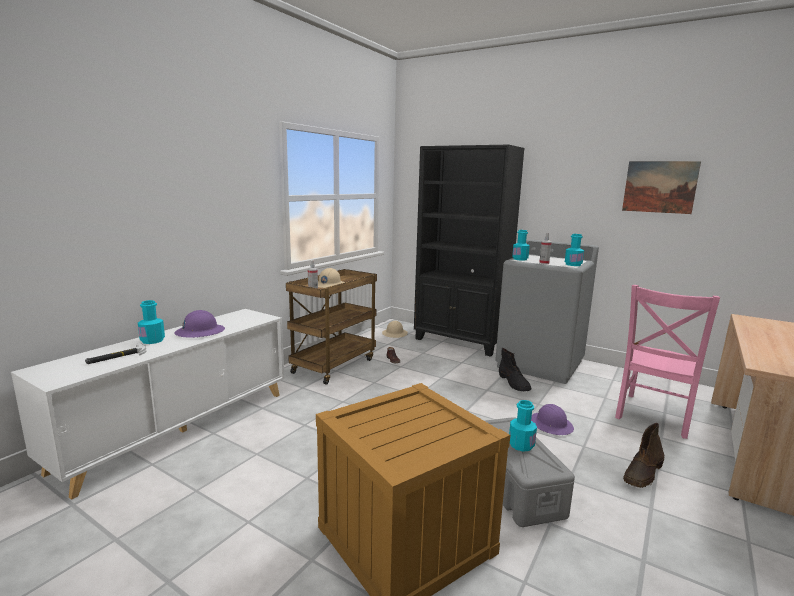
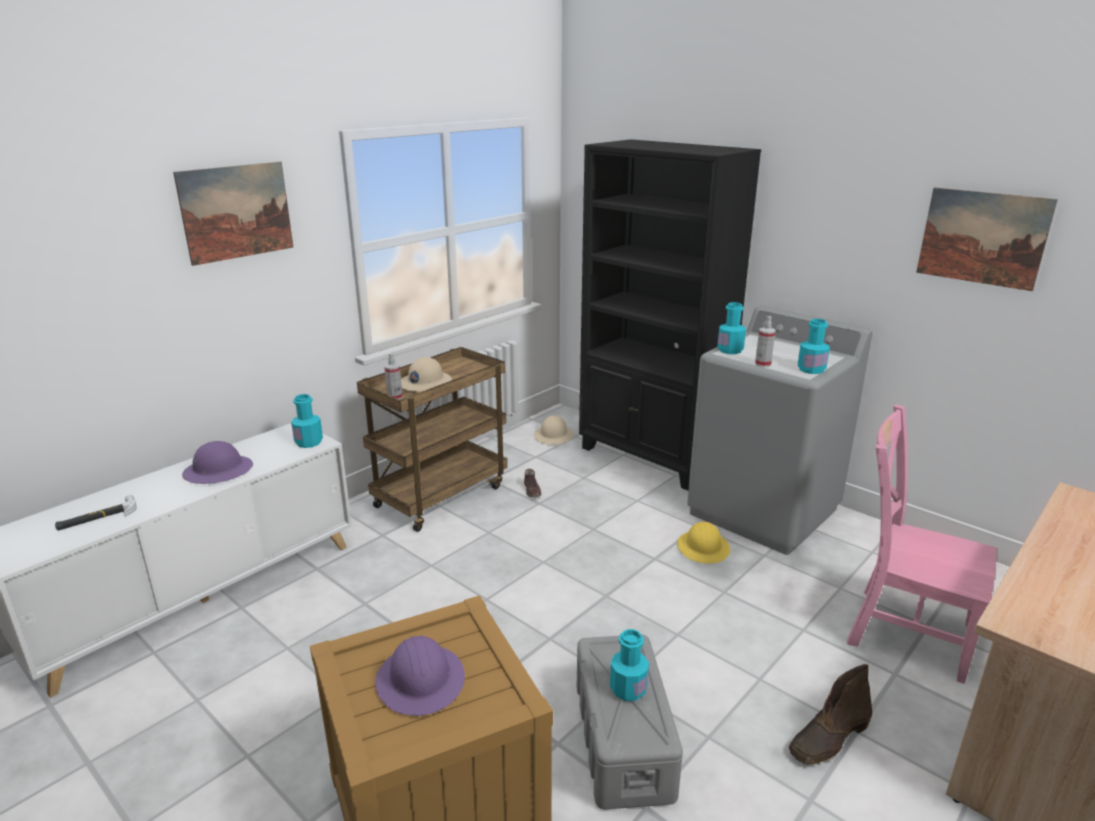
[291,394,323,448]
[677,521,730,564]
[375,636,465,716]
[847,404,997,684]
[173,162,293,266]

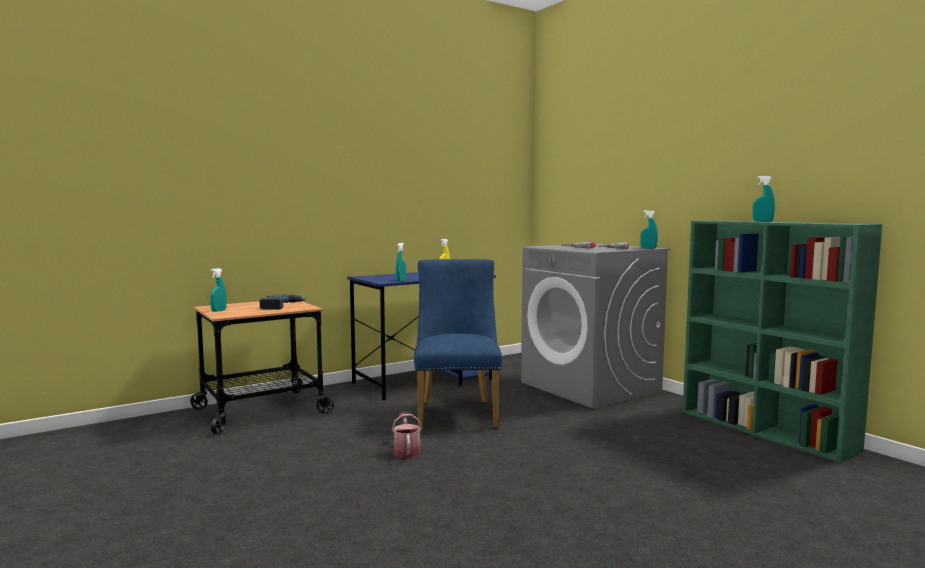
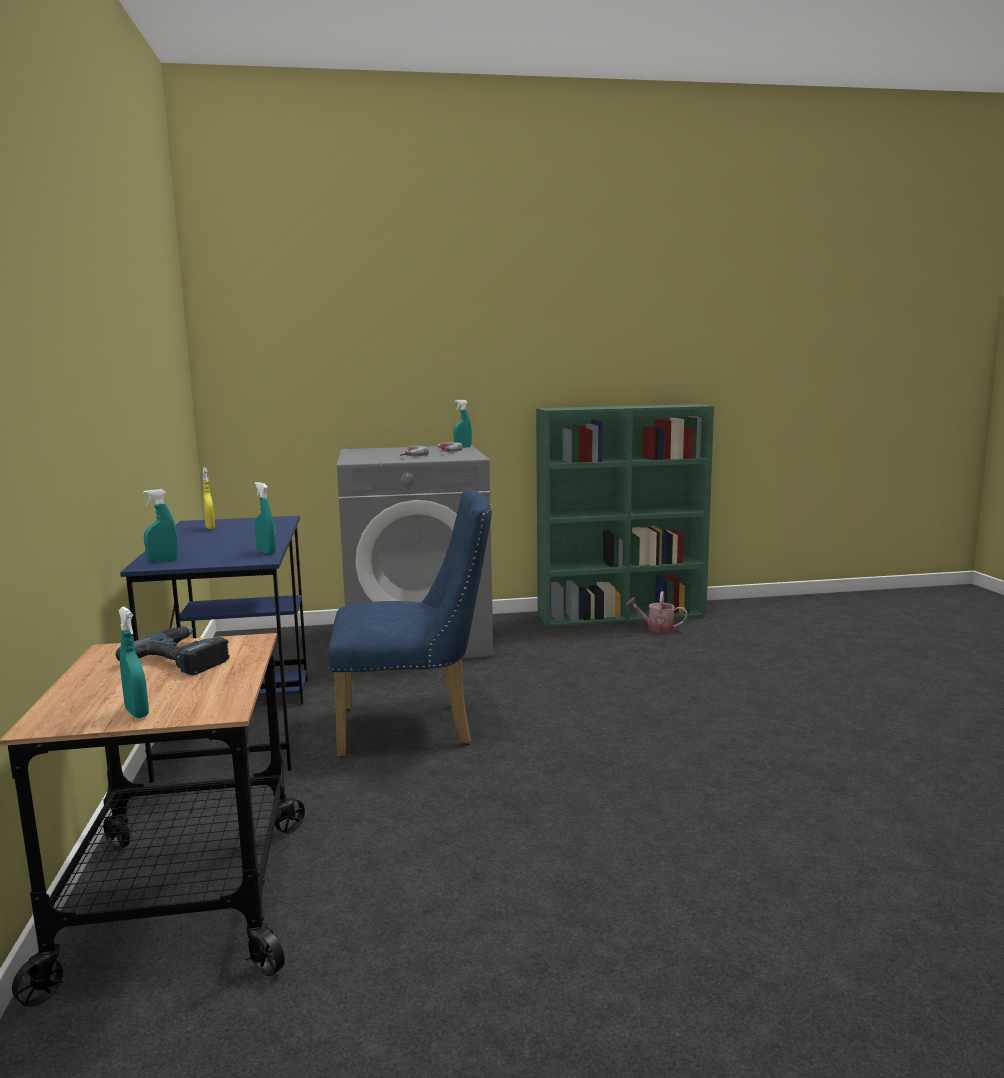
[626,591,688,633]
[328,489,492,757]
[143,489,178,563]

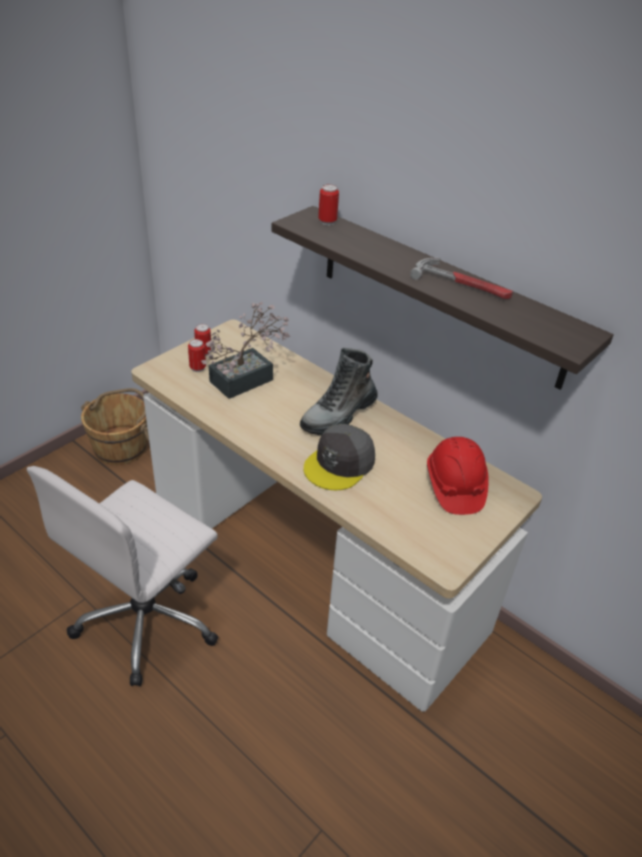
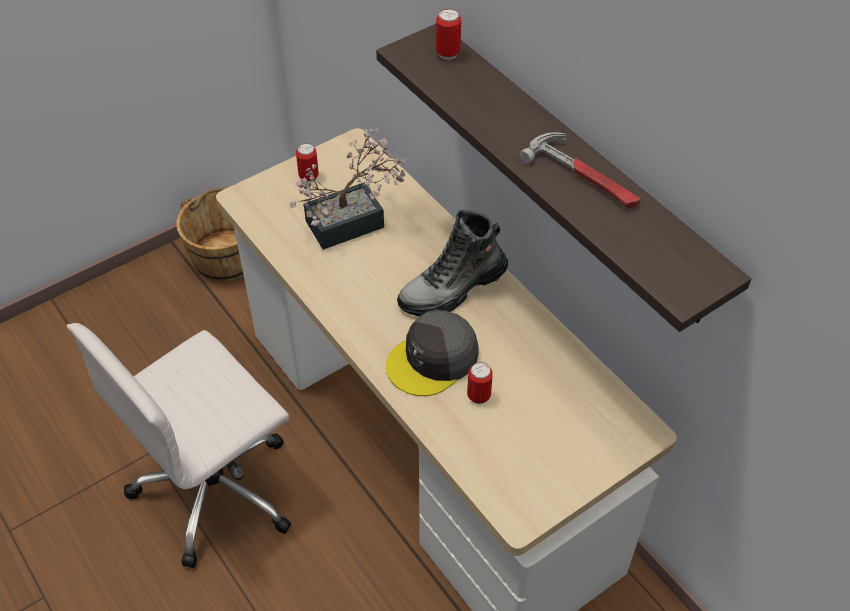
[467,362,493,404]
[427,437,489,515] (first image)

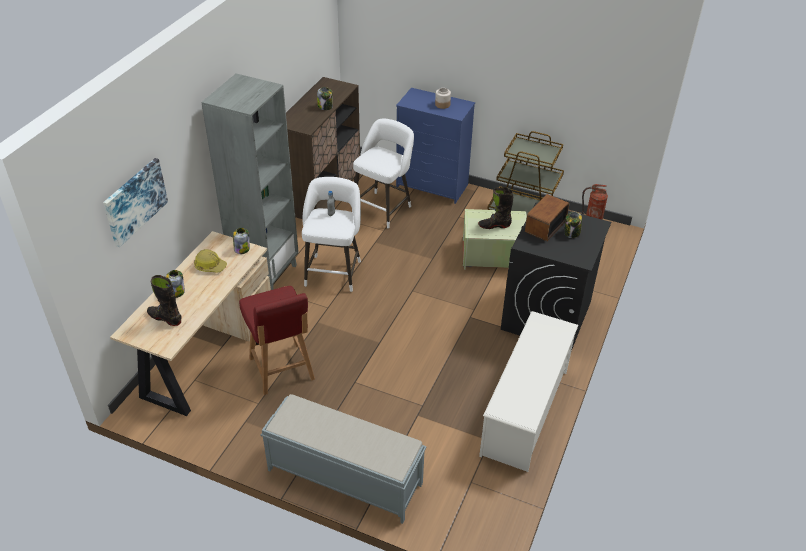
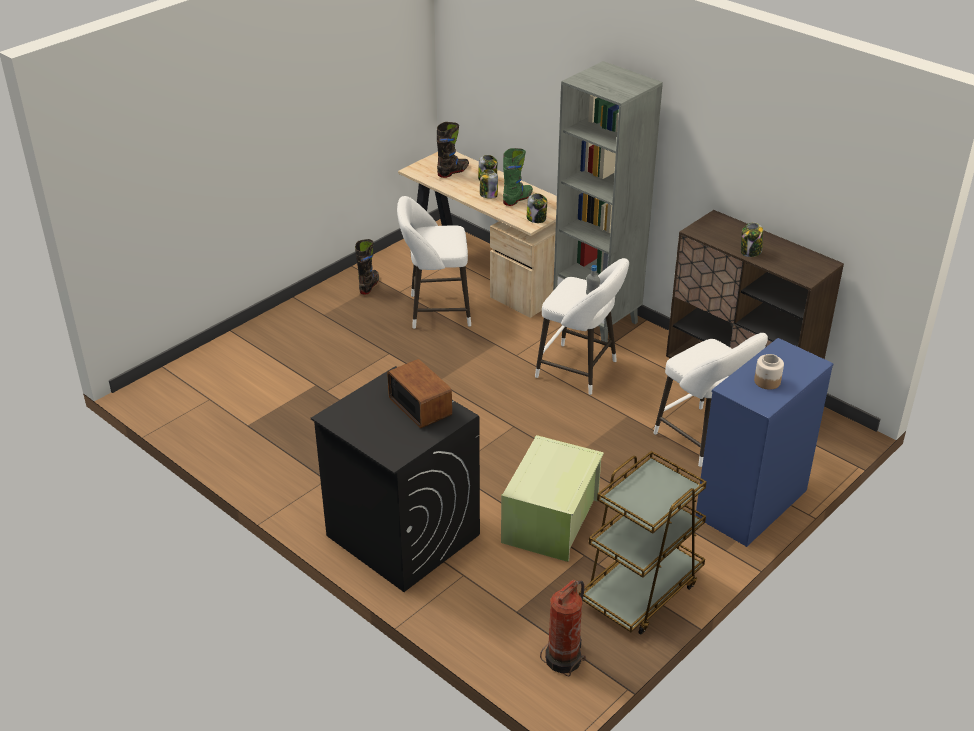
[103,158,168,247] (first image)
[503,148,533,206]
[397,196,471,329]
[261,394,427,524] (first image)
[355,239,379,295]
[479,311,578,472] (first image)
[480,169,498,199]

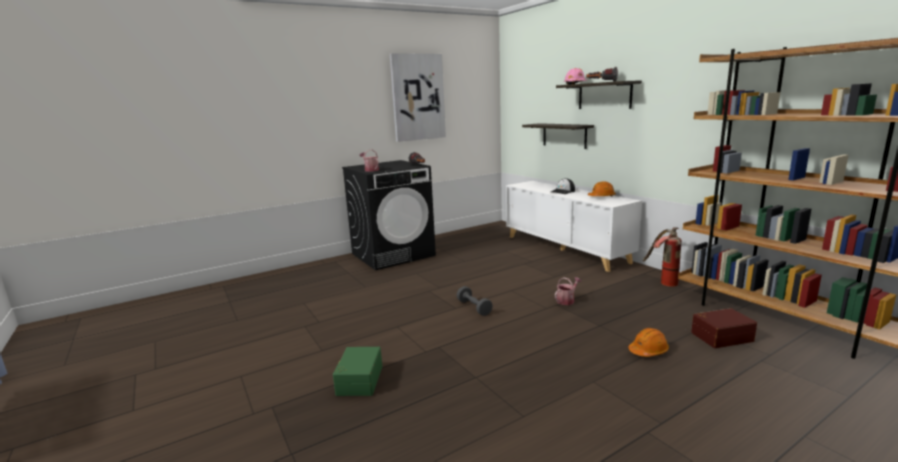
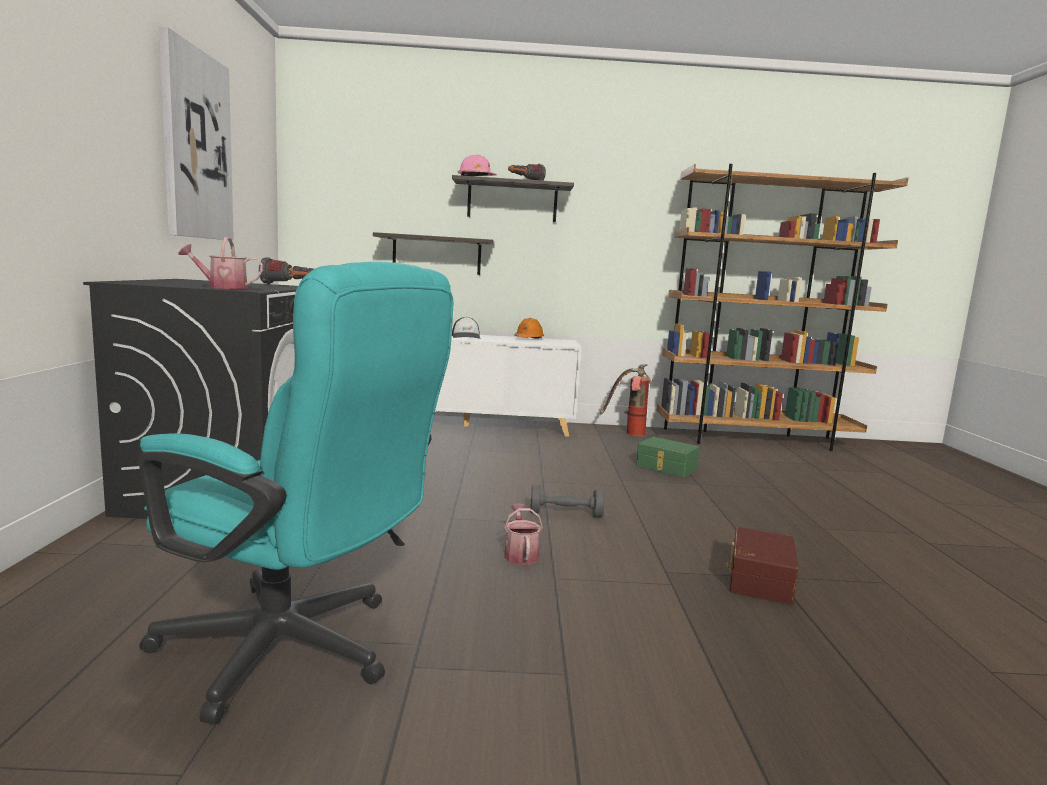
[636,437,700,477]
[504,504,543,565]
[628,328,669,357] (first image)
[726,527,799,605]
[139,262,454,724]

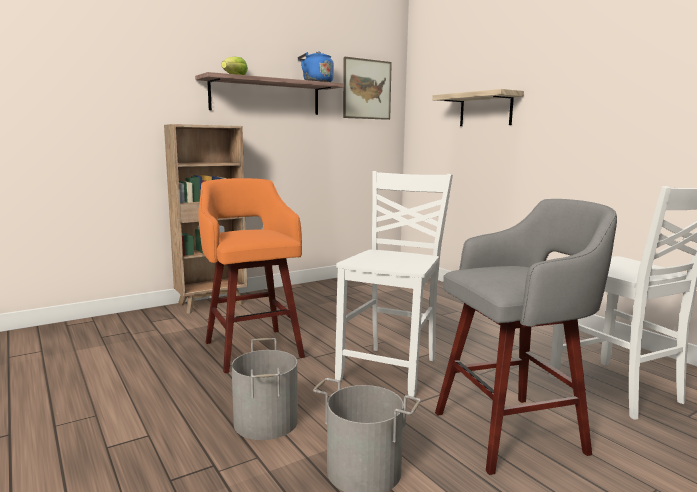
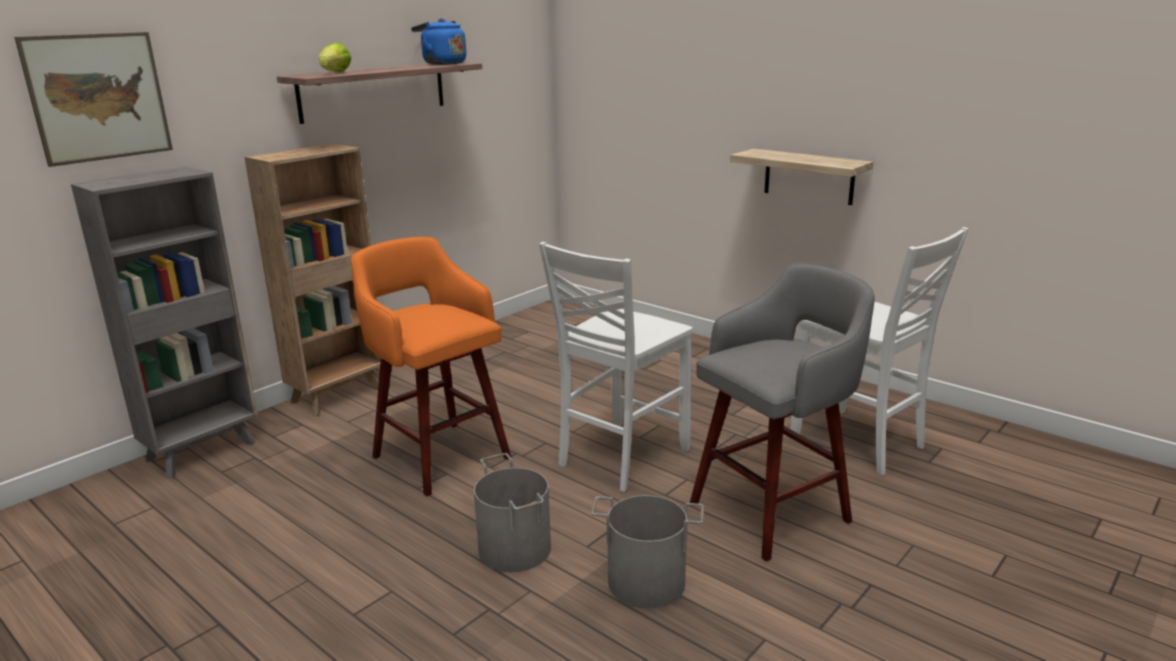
[539,242,693,492]
[14,32,173,167]
[730,149,873,205]
[71,166,258,478]

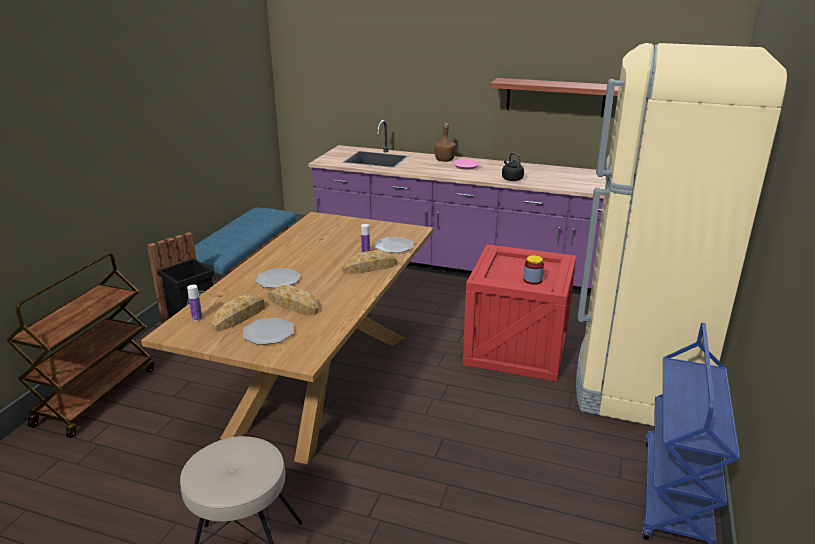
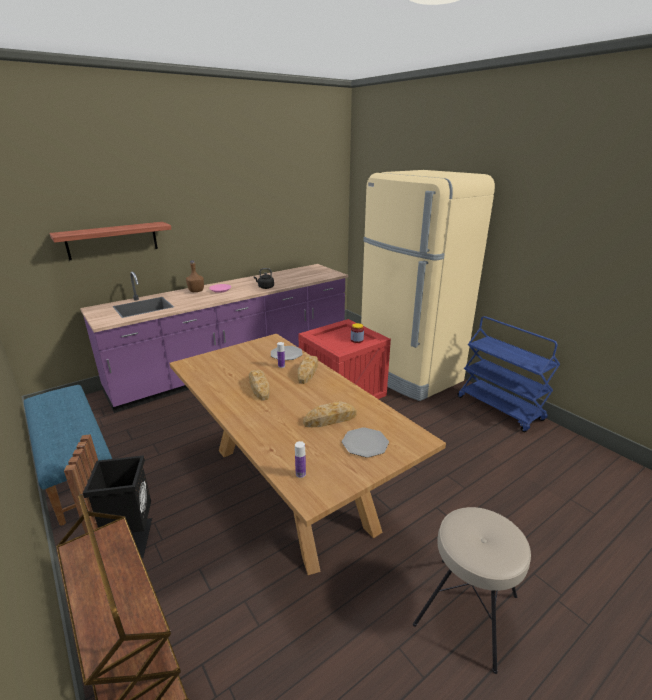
[249,370,270,401]
[255,268,300,288] (first image)
[49,222,171,261]

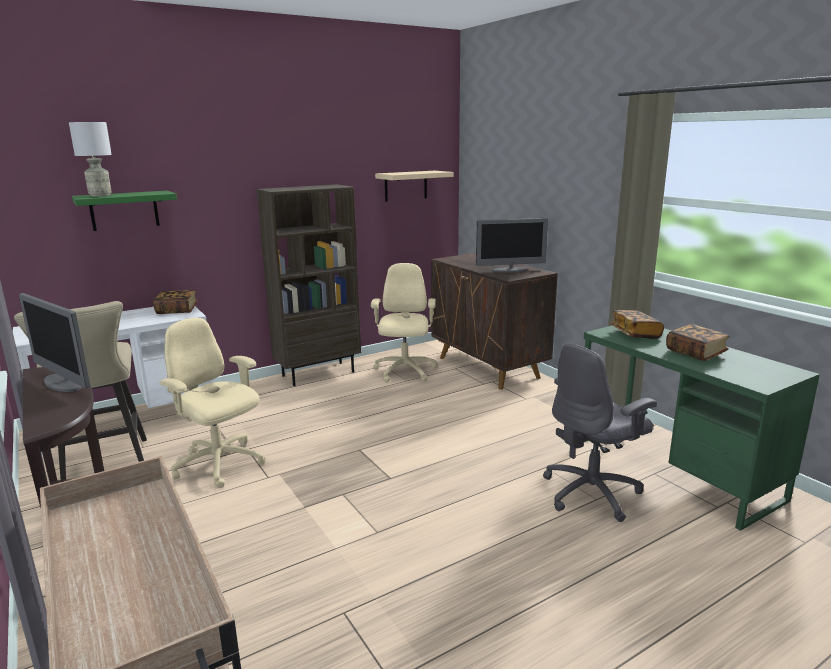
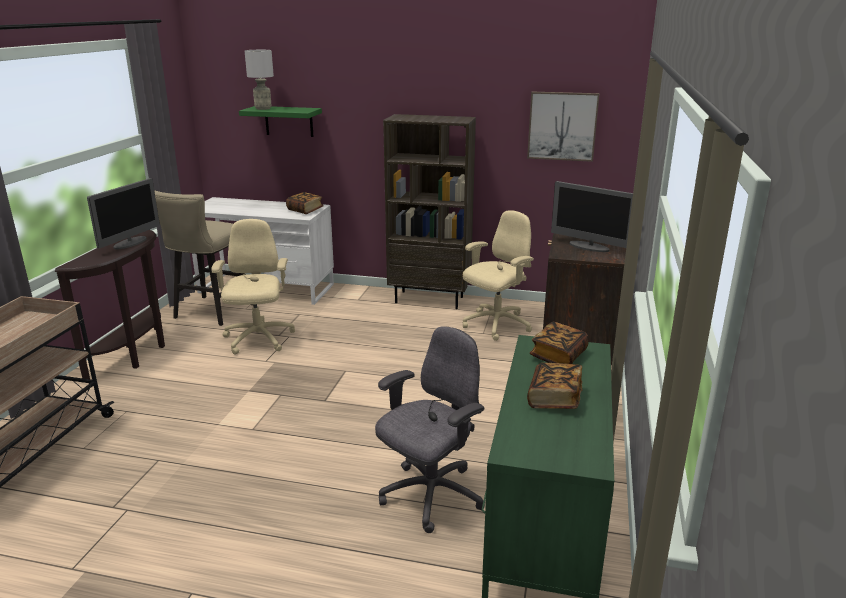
[87,178,160,249]
[527,92,600,162]
[375,326,485,533]

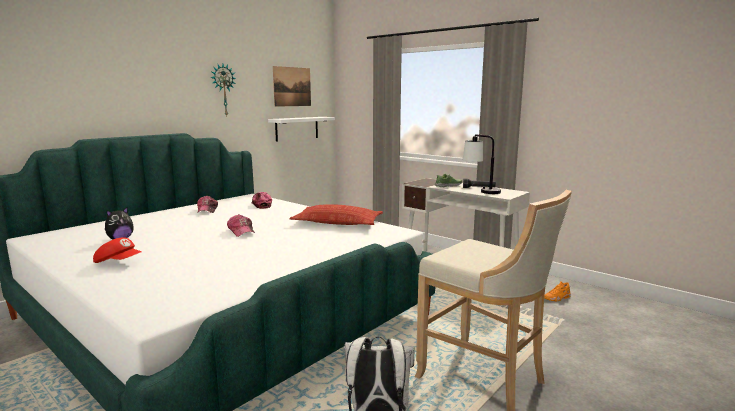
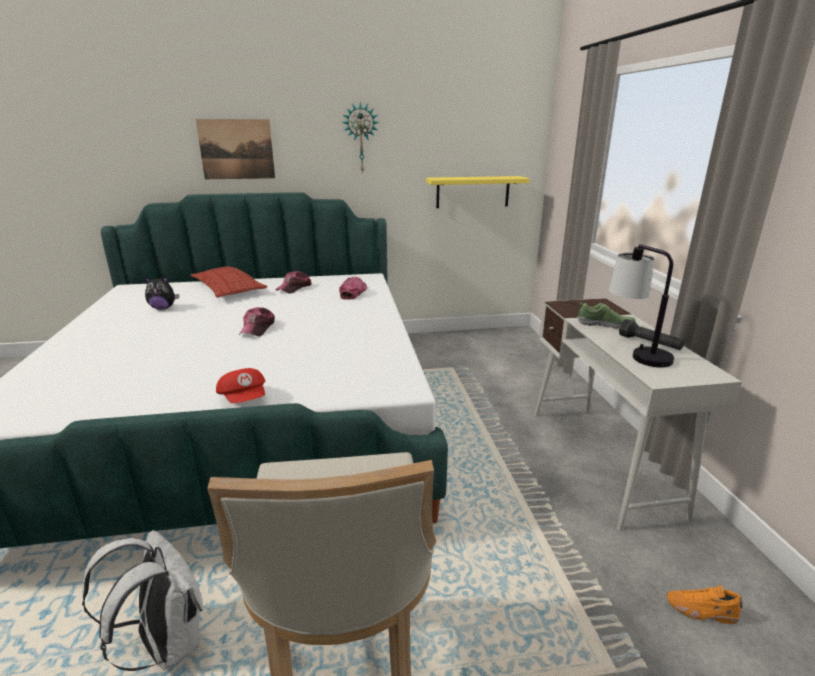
[216,368,265,403]
[426,176,530,208]
[196,119,275,179]
[191,267,268,298]

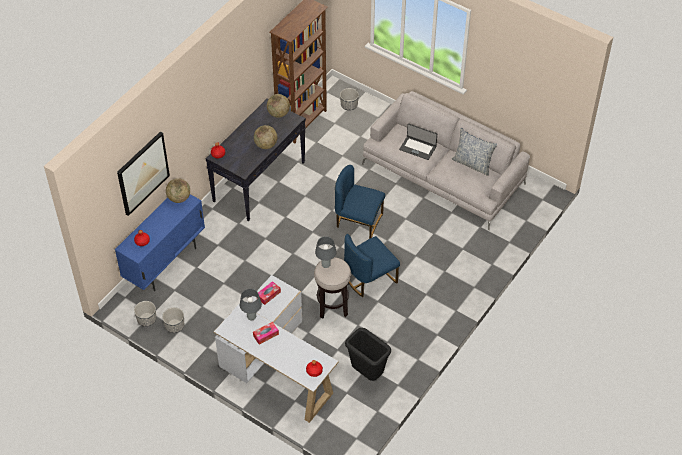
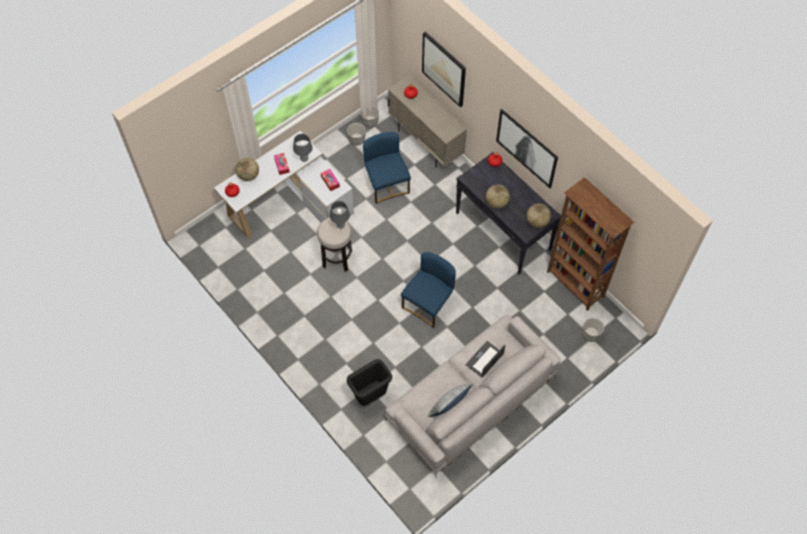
[388,75,467,168]
[235,158,259,181]
[363,132,411,204]
[347,359,392,406]
[496,109,558,188]

